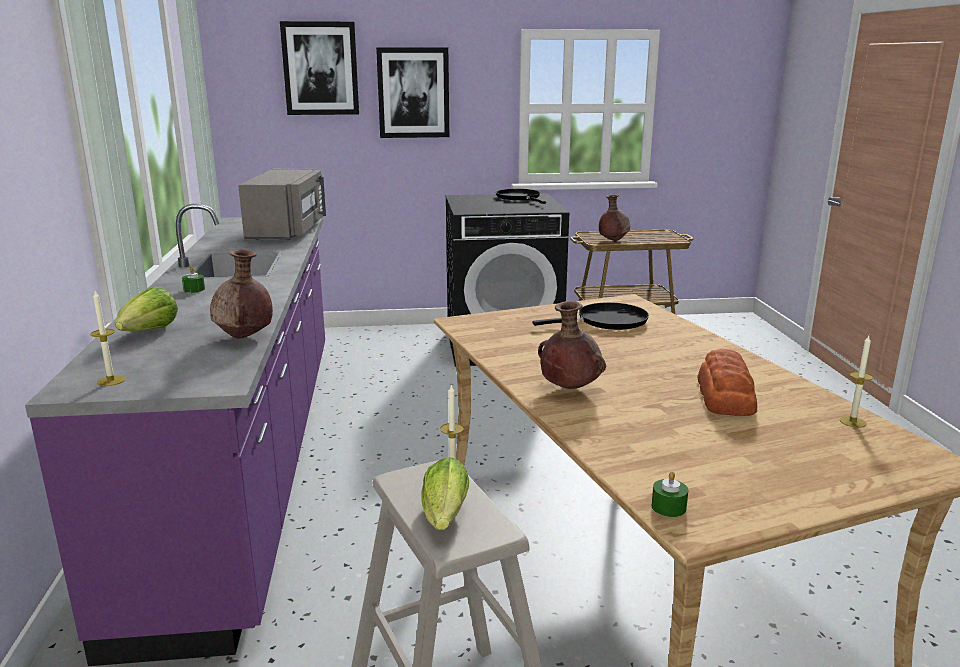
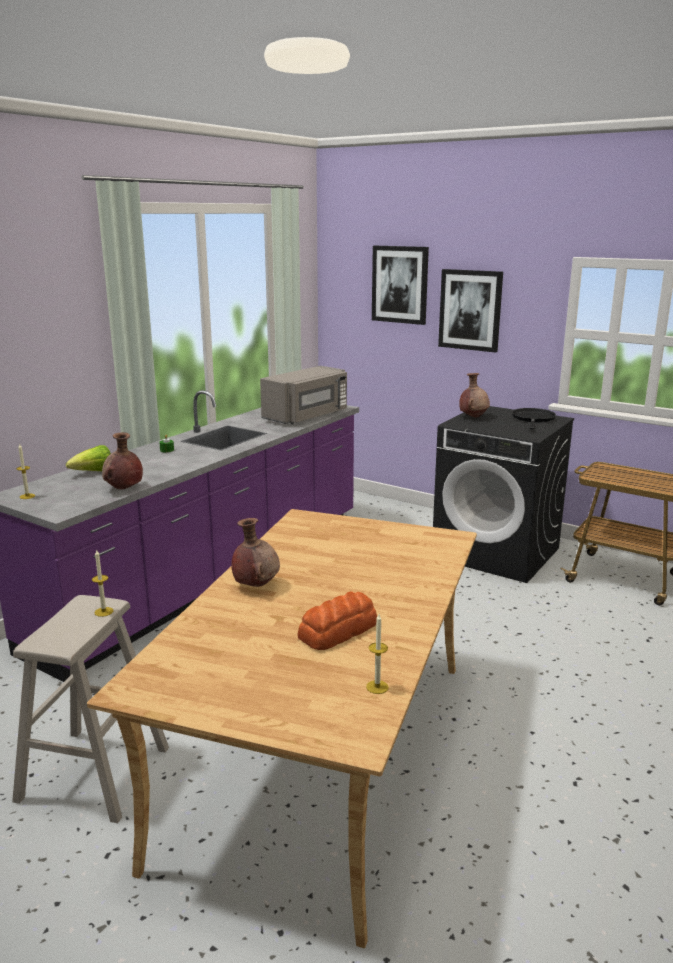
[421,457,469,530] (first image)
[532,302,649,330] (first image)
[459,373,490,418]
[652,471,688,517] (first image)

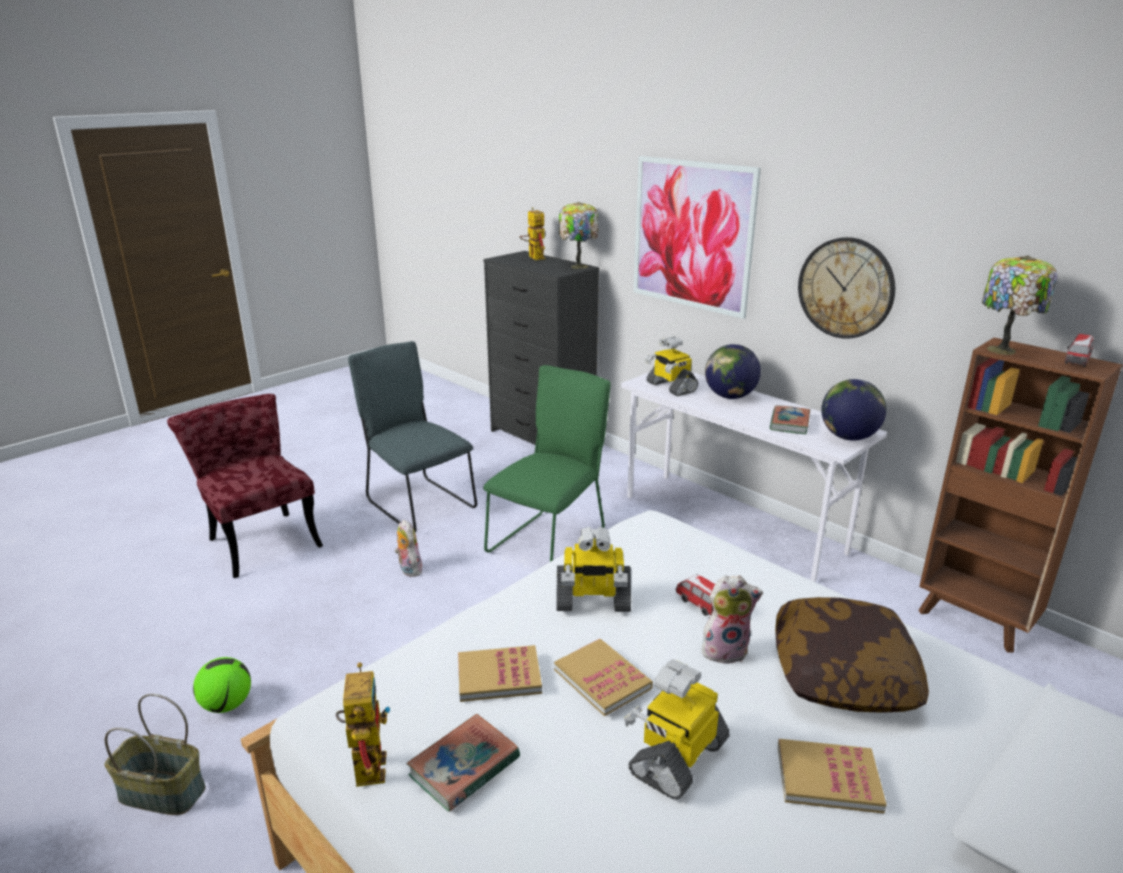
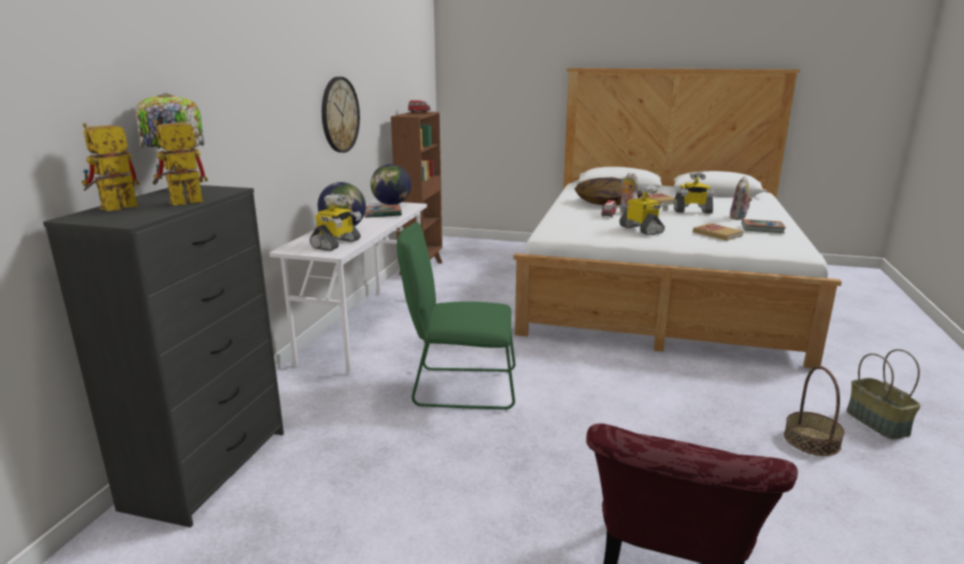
[784,366,845,456]
[153,120,208,205]
[348,341,477,532] (first image)
[729,176,752,220]
[554,639,653,716] (first image)
[633,156,761,319] (first image)
[982,256,1058,355] (first image)

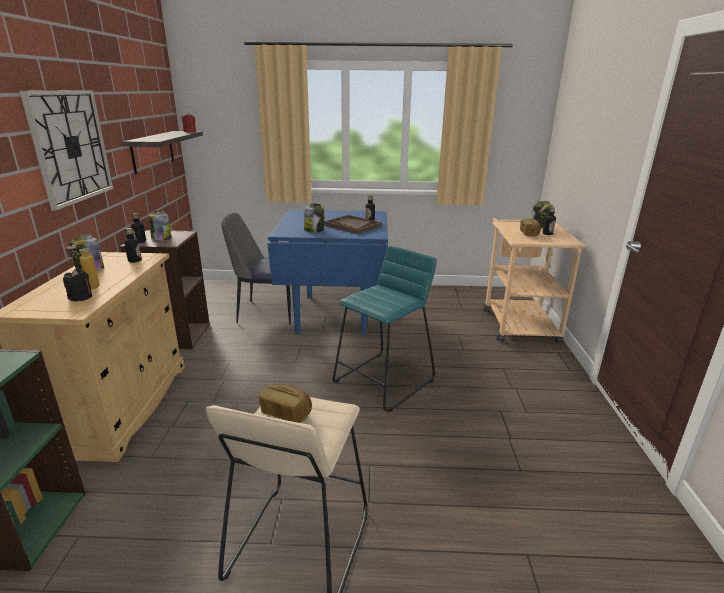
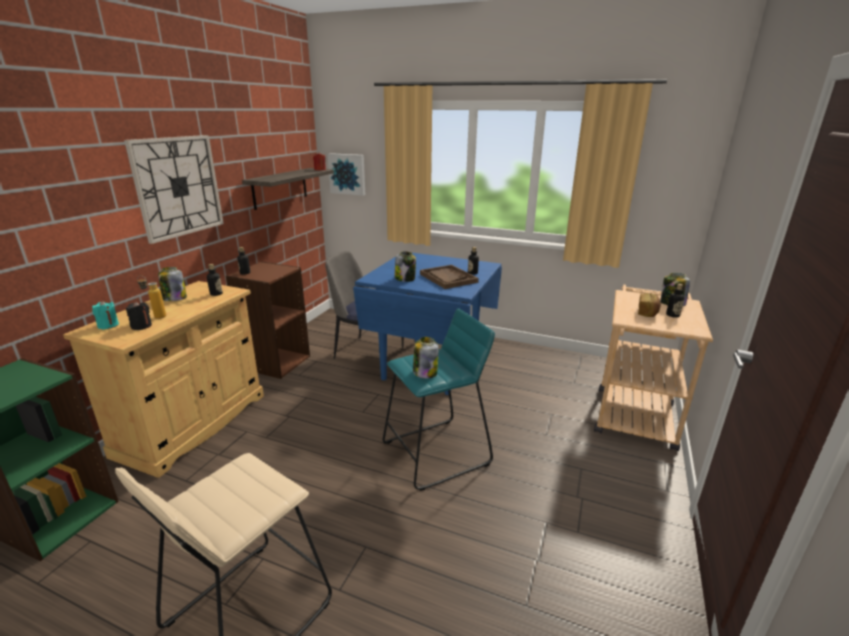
[413,337,439,379]
[259,384,312,423] (first image)
[92,301,119,330]
[328,153,365,196]

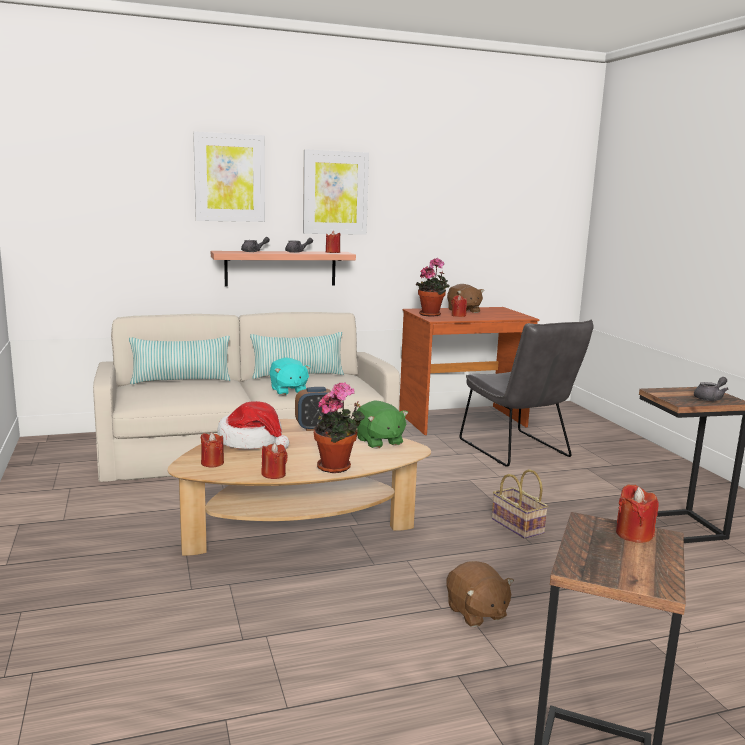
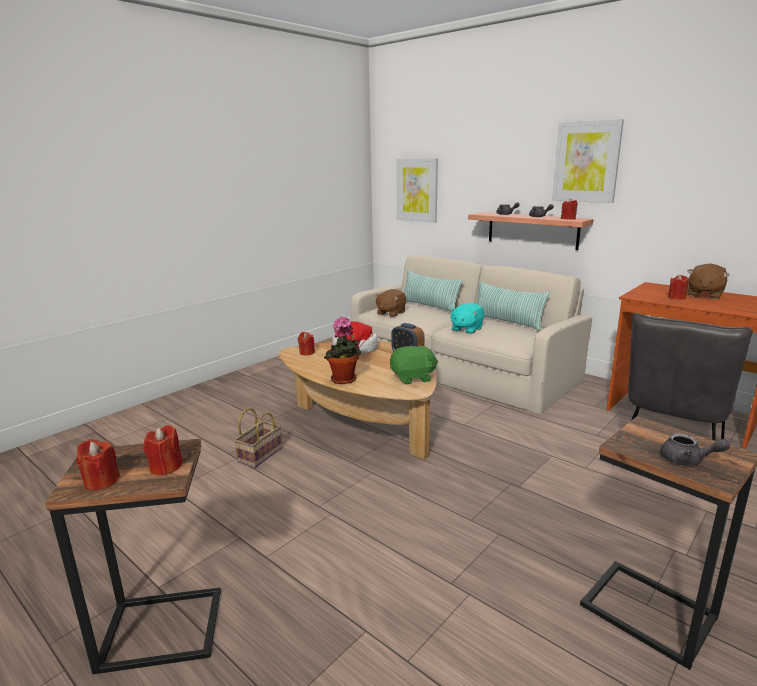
[396,158,438,223]
[76,439,120,491]
[390,345,438,384]
[416,258,449,317] (first image)
[375,289,406,317]
[234,407,282,468]

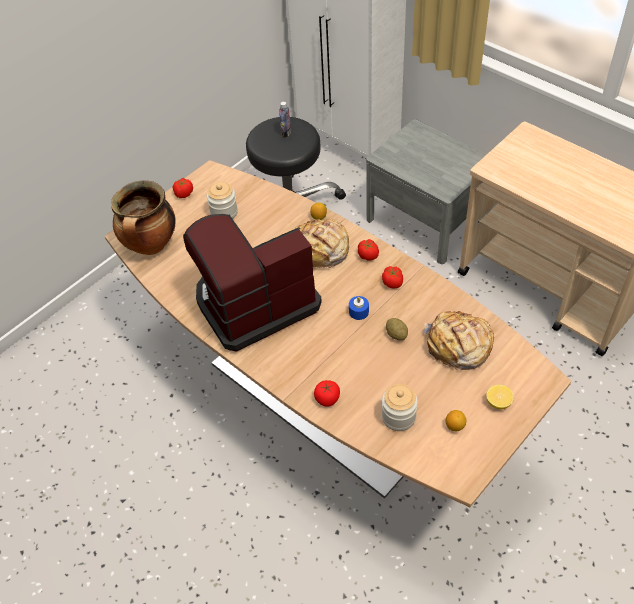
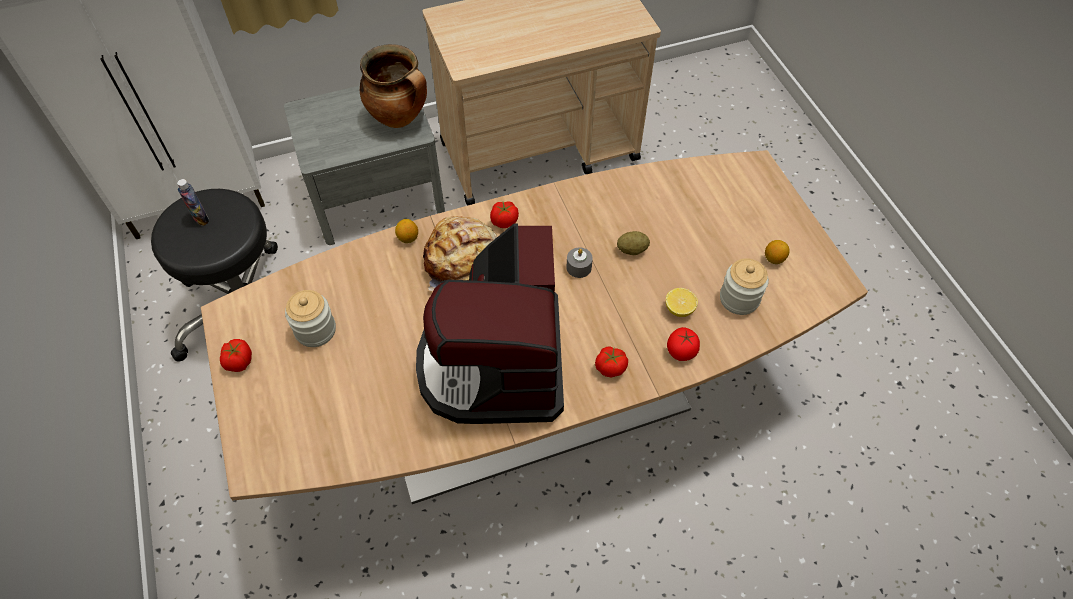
[360,44,427,128]
[566,247,593,278]
[595,347,628,378]
[424,311,494,370] (first image)
[666,288,698,317]

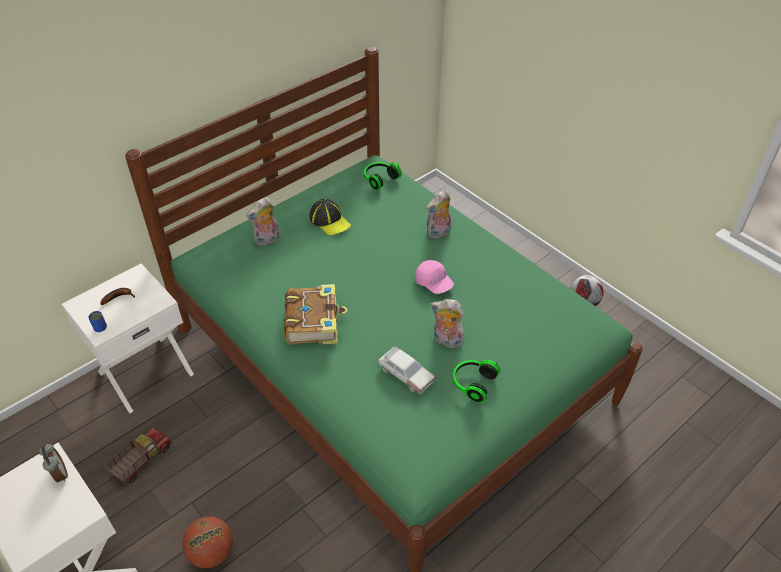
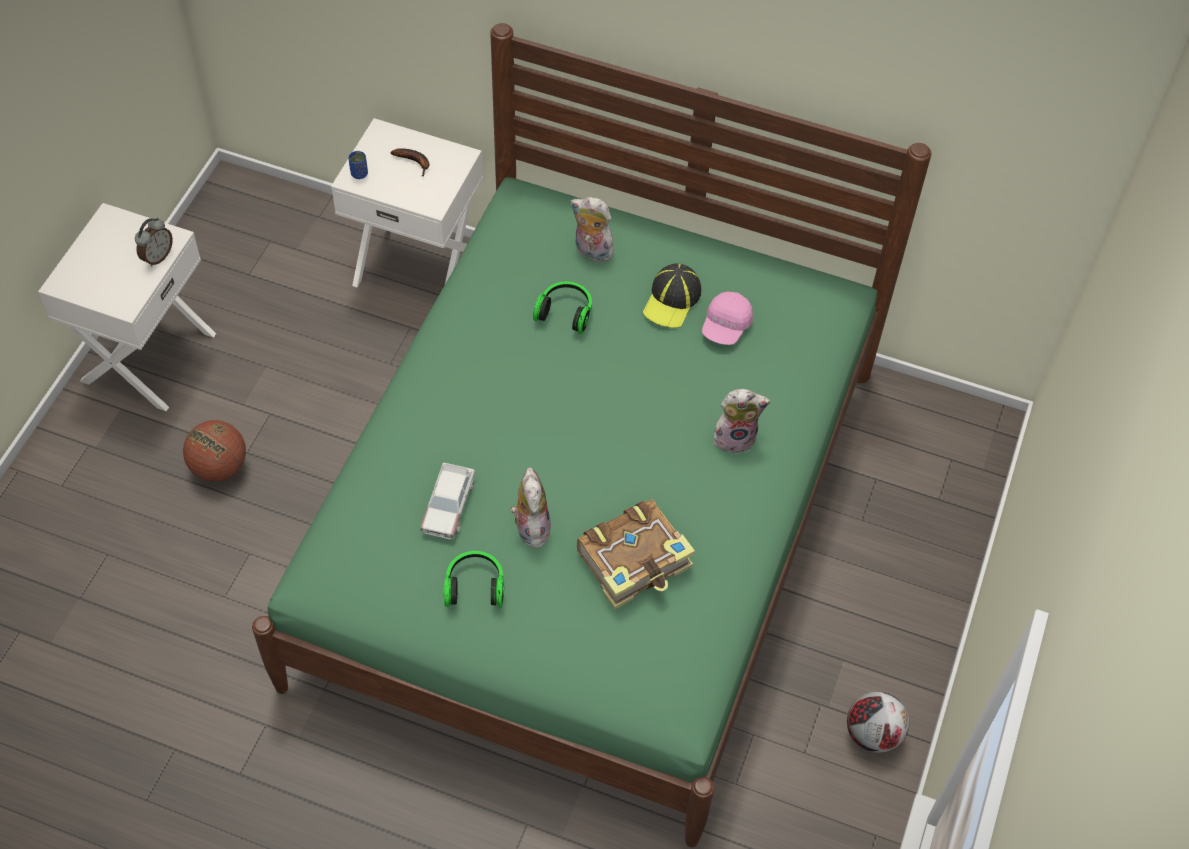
[104,427,172,484] (first image)
[577,499,695,609]
[533,282,592,334]
[702,292,753,345]
[713,389,770,454]

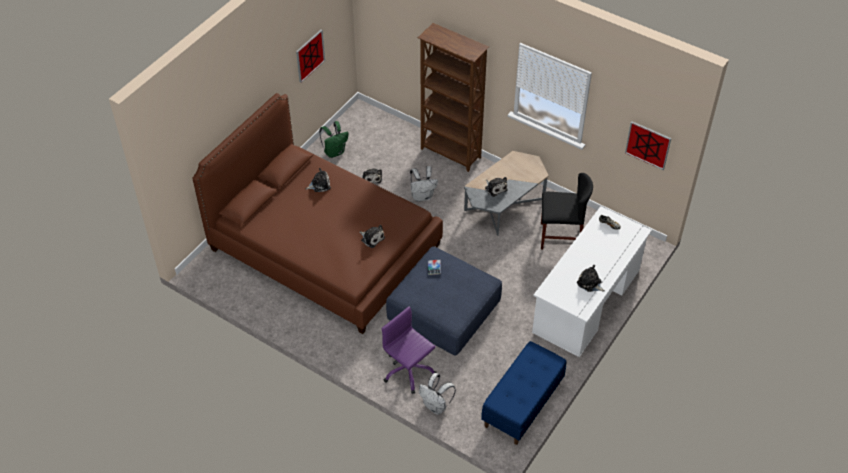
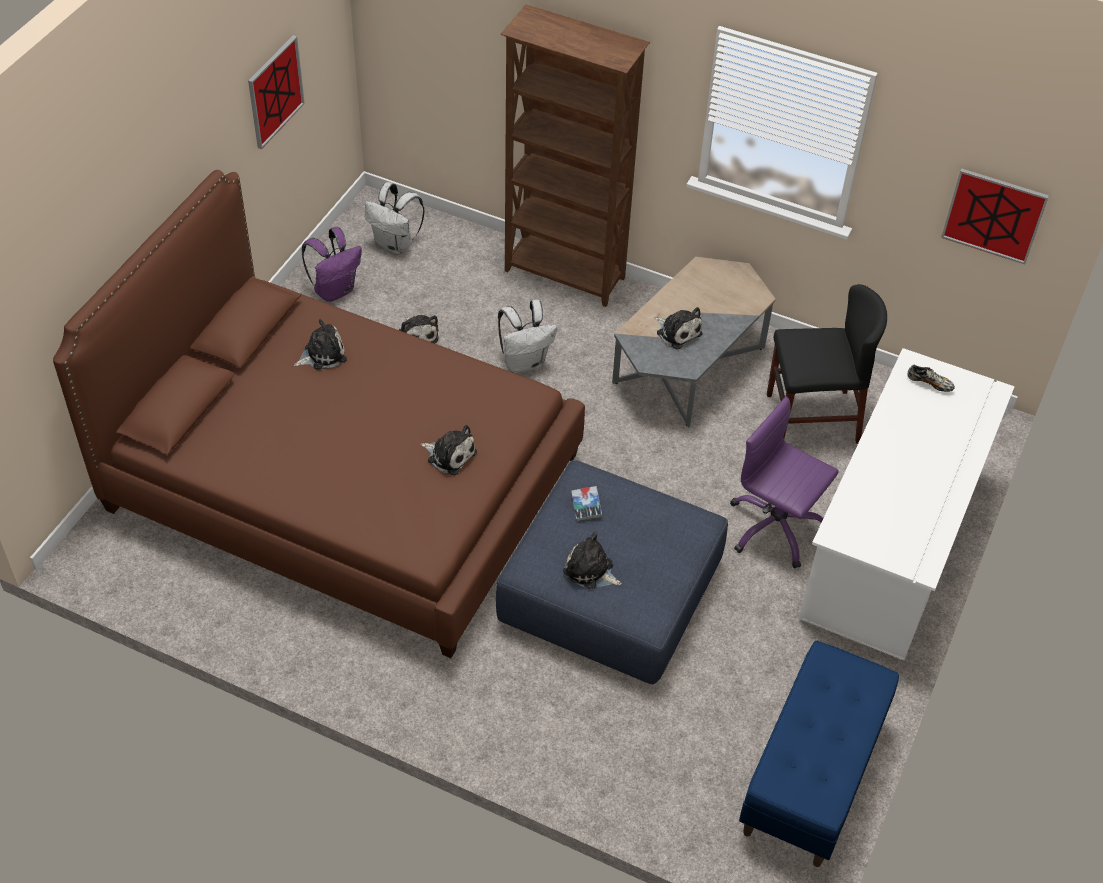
[302,227,362,302]
[730,396,839,569]
[365,182,425,254]
[563,532,622,589]

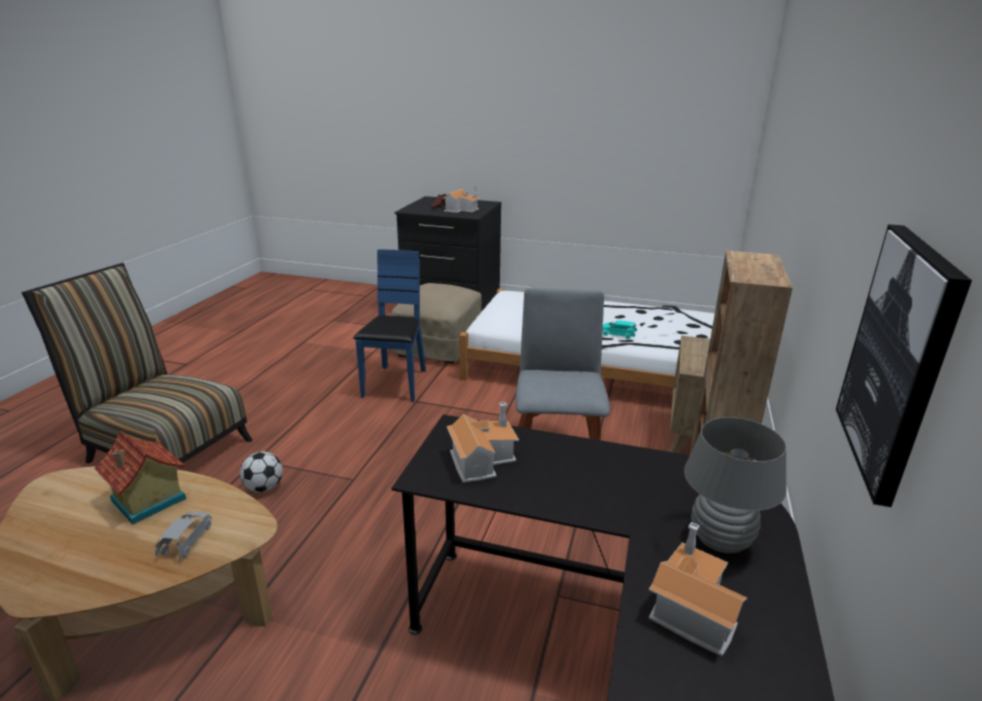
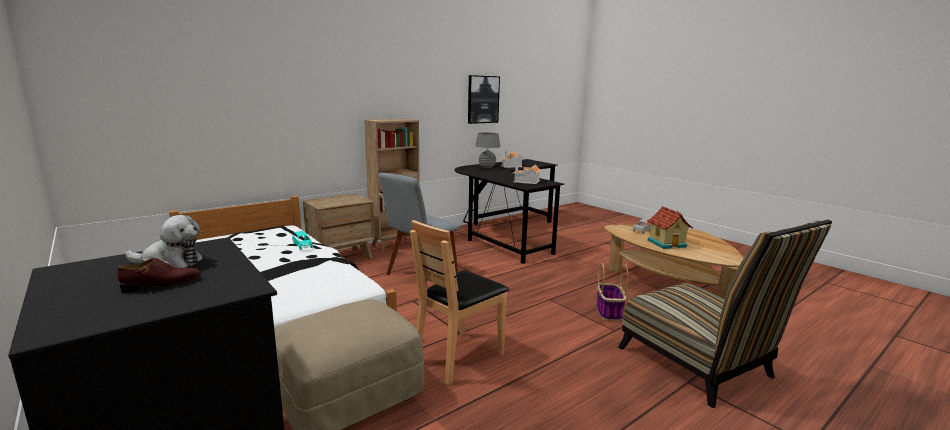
[597,263,628,321]
[410,220,509,385]
[125,215,203,268]

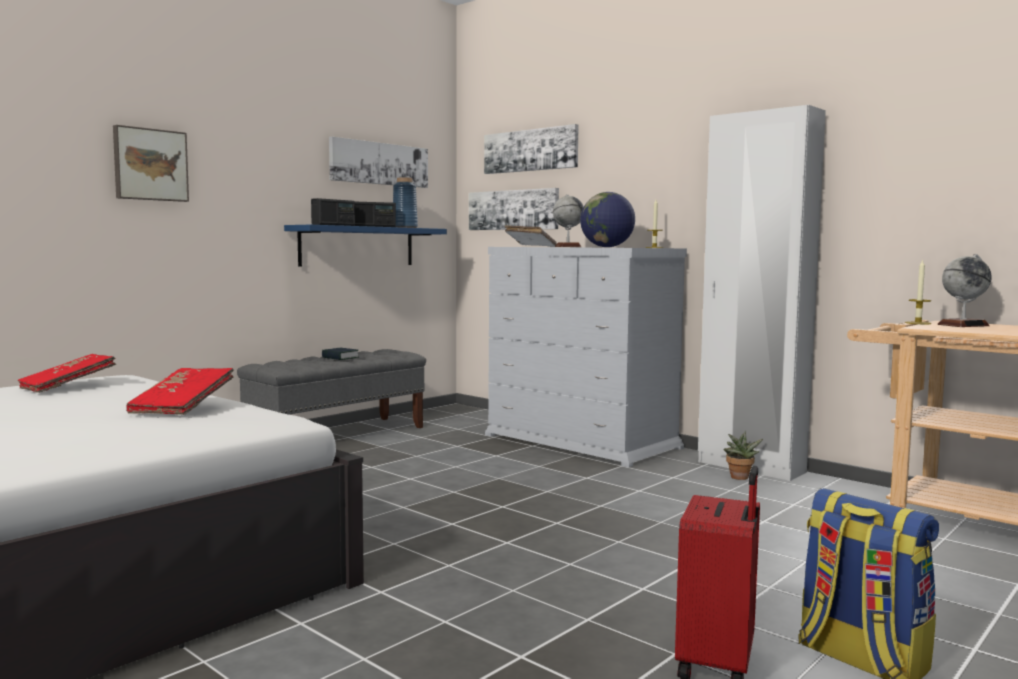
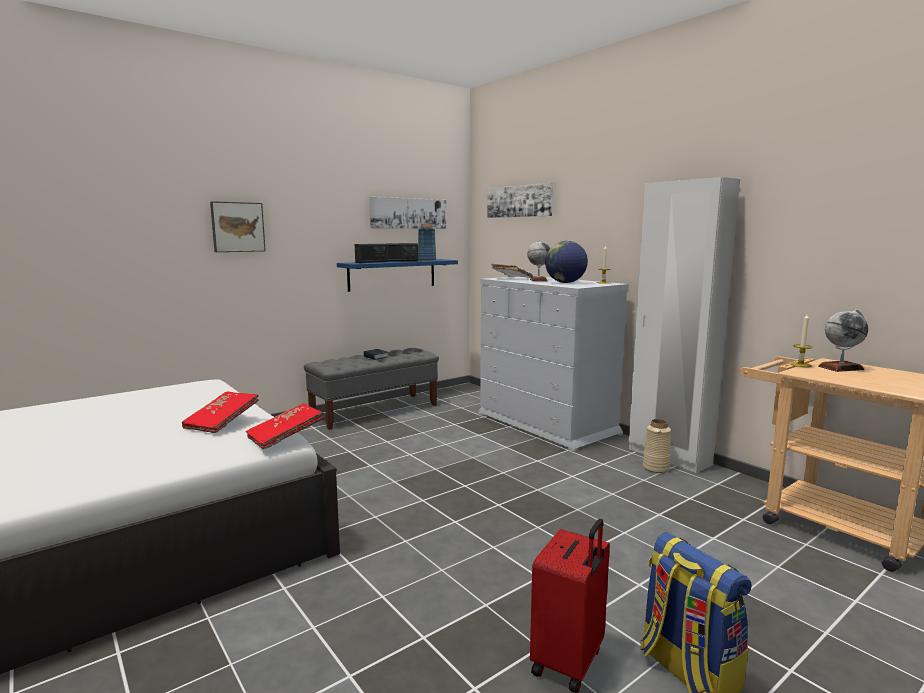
[246,403,325,450]
[469,188,559,230] (first image)
[643,419,671,473]

